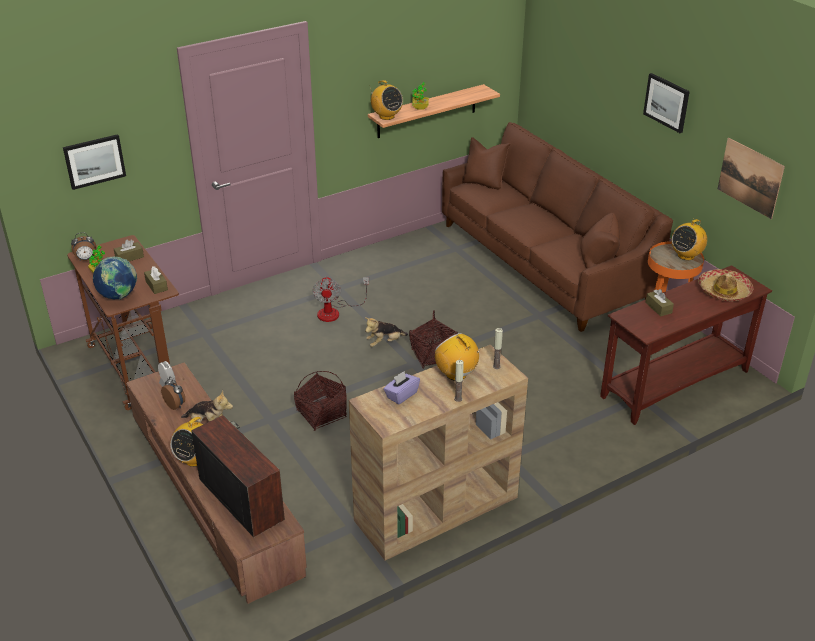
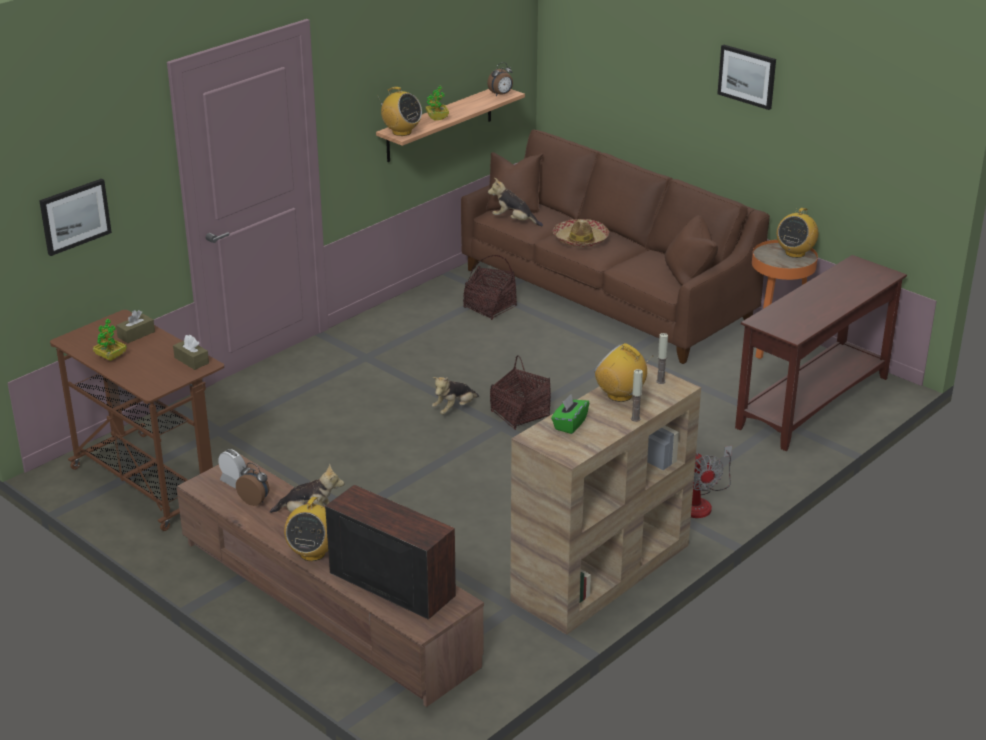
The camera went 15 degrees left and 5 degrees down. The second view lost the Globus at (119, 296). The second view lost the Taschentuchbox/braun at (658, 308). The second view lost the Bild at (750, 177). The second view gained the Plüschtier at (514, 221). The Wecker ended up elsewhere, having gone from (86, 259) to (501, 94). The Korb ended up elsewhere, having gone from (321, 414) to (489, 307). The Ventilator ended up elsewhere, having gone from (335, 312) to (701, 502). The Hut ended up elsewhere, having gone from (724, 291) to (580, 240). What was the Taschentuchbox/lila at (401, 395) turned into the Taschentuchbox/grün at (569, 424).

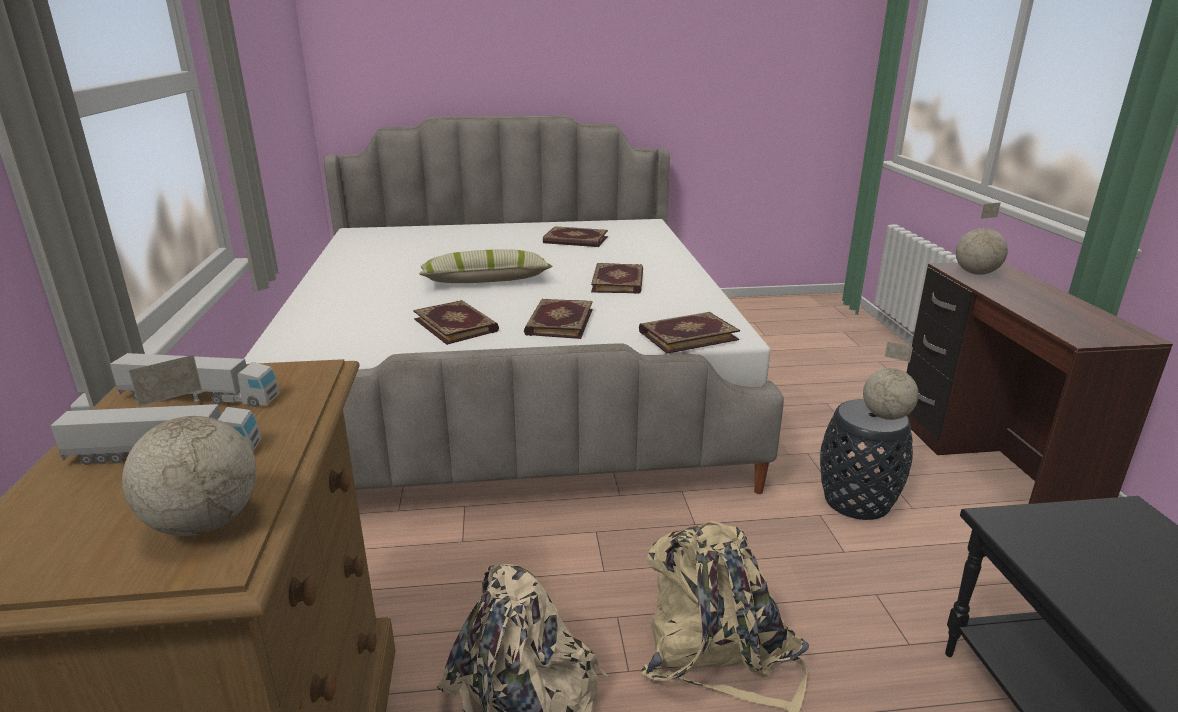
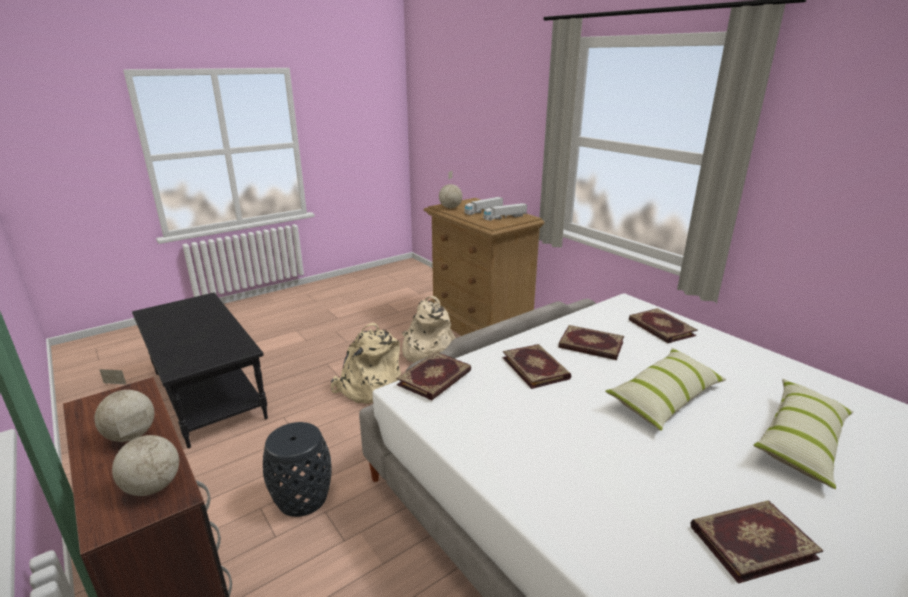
The camera went 150 degrees right and 0 degrees up. The second view gained the Kissen at (801, 441). The Buch ended up elsewhere, having gone from (619, 282) to (660, 328). The Globus ended up elsewhere, having gone from (885, 416) to (131, 436).

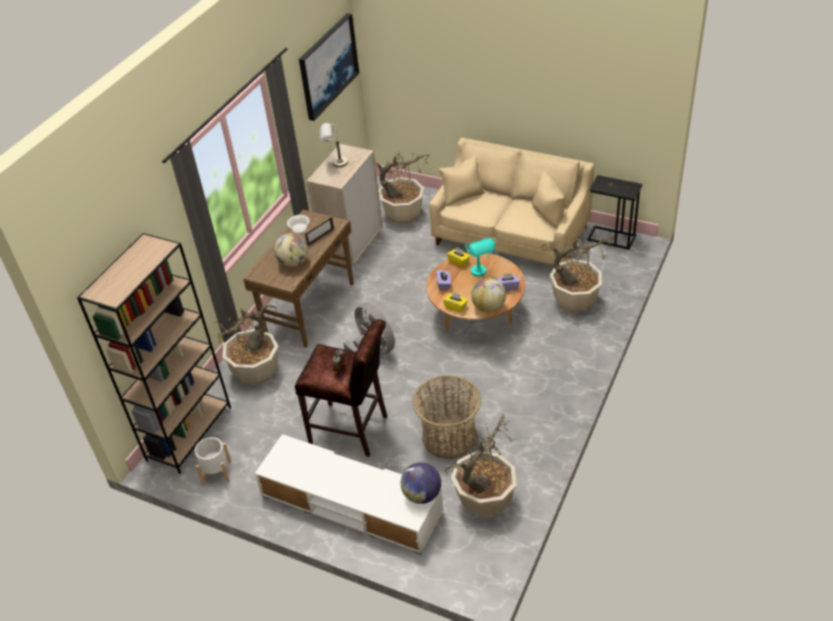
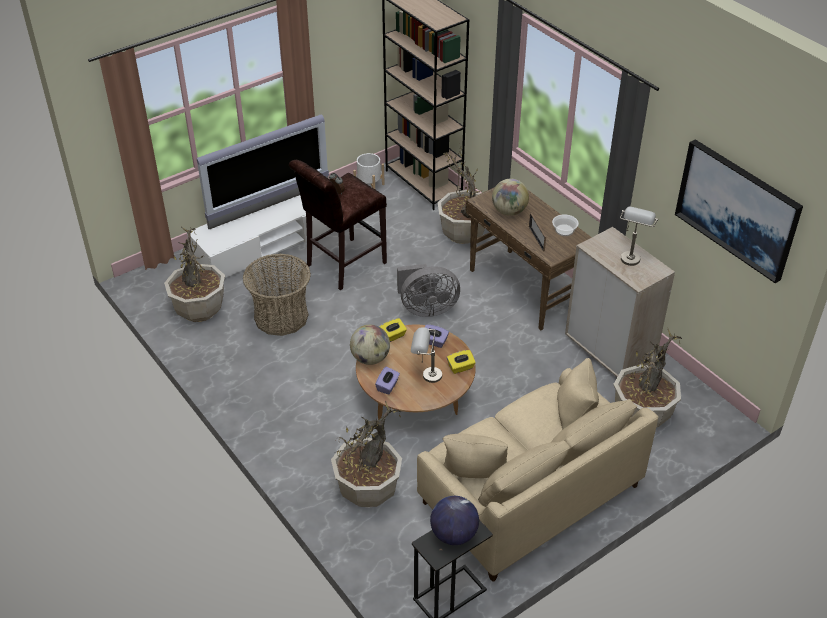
The camera went 115 degrees right and 0 degrees up. The second view gained the Fernseher at (270, 207). The Globus ended up elsewhere, having gone from (422, 495) to (454, 534). What was the Tischlampe/türkis at (481, 274) turned into the Tischlampe/grau at (425, 375).

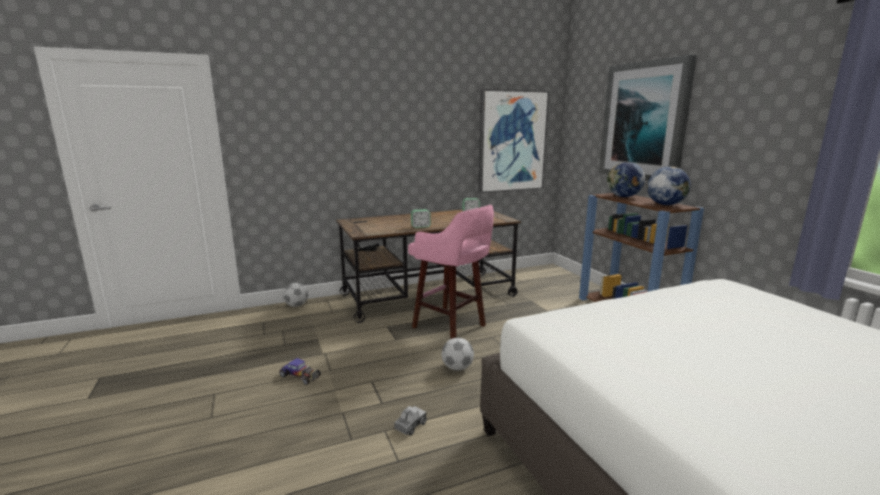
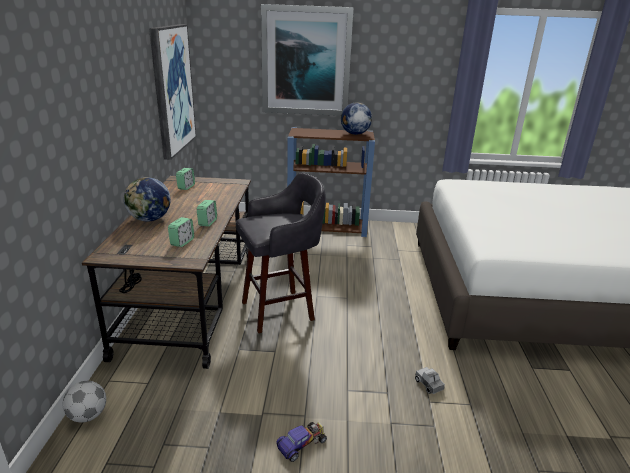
The camera went 65 degrees left and 10 degrees up. The second view lost the Fußball at (457, 368). The second view gained the Wecker at (182, 242). The Globus ended up elsewhere, having gone from (623, 197) to (150, 219). What was the Hocker/rosa at (451, 328) turned into the Hocker/grau at (281, 310).

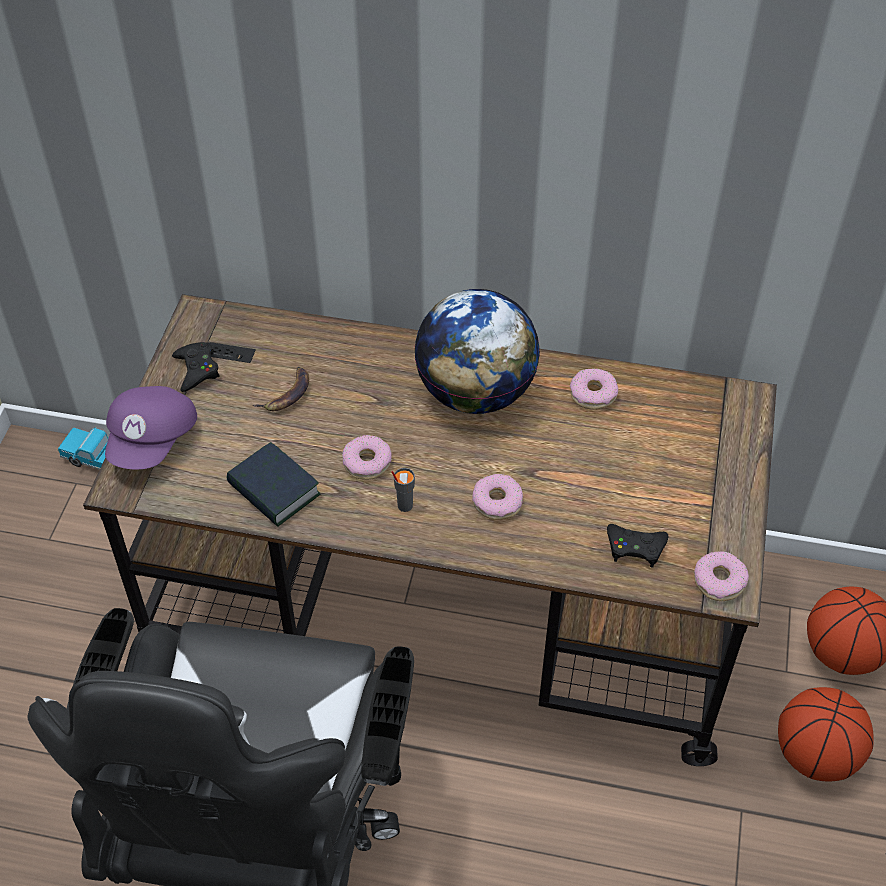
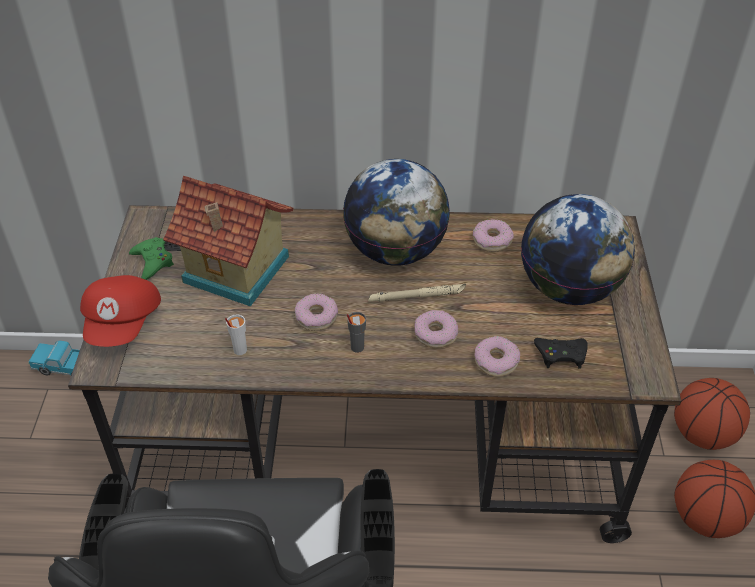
The camera went 10 degrees left and 5 degrees down. The second view gained the Taschenlampe/beige at (417, 296). The second view gained the Globus at (569, 289). The Donut ended up elsewhere, having gone from (719, 581) to (496, 361). Where the Buch stood at (274, 490), the Tasse/weiß came to stand at (239, 350). Where the Banane stood at (287, 394), the Spielzeughaus came to stand at (235, 271). What was the Kappe/lila at (154, 441) turned into the Kappe/rot at (124, 323). What was the Gamepad/schwarz at (197, 370) turned into the Gamepad/grün at (152, 262).

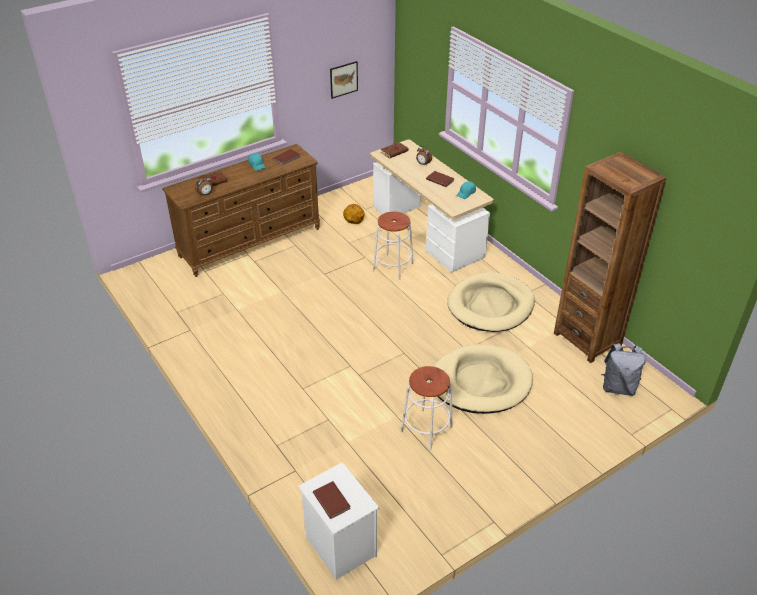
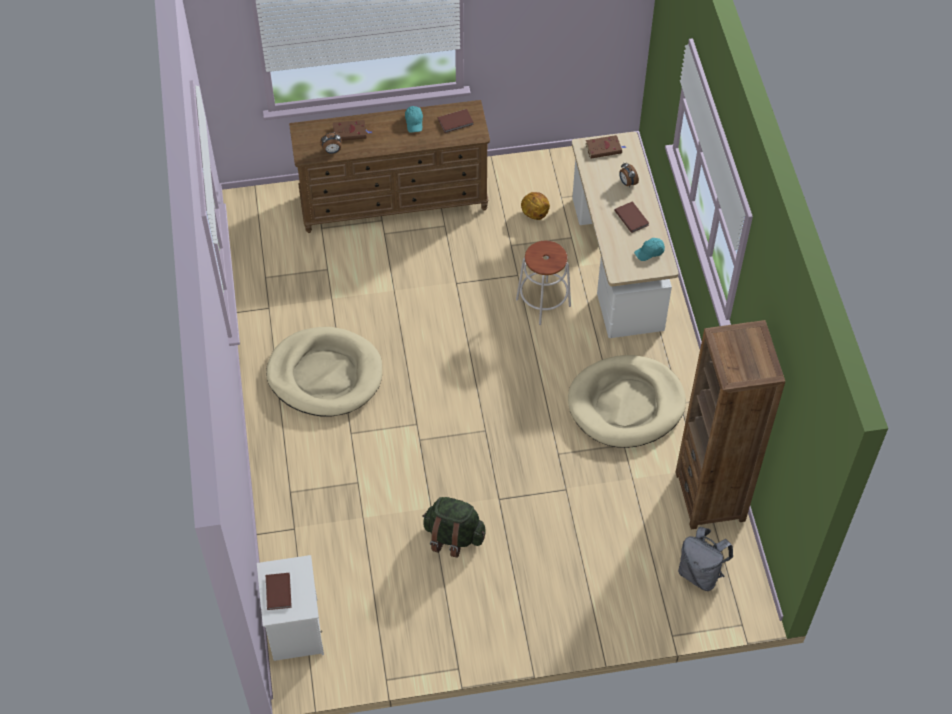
The camera went 25 degrees right and 15 degrees up. The second view lost the Bild at (343, 79). The Hundebett/beige ended up elsewhere, having gone from (480, 382) to (325, 375). Where the Hocker/weiß stood at (426, 429), the Rucksack/grün came to stand at (453, 536).

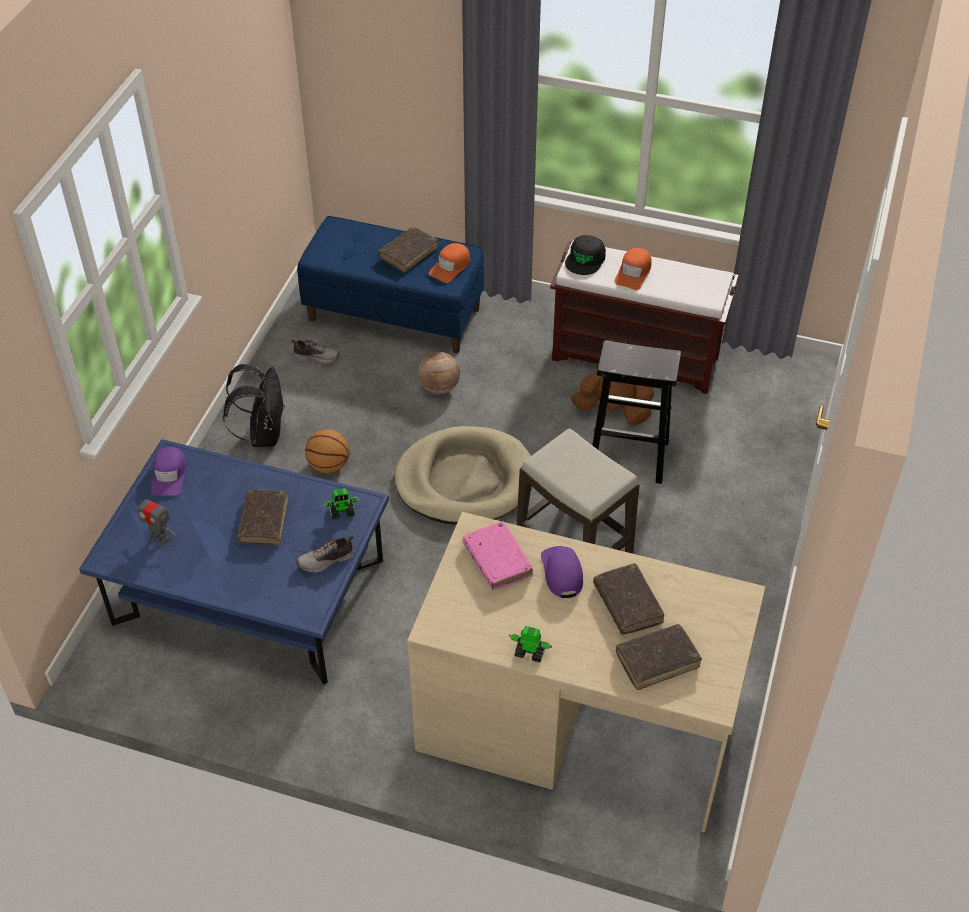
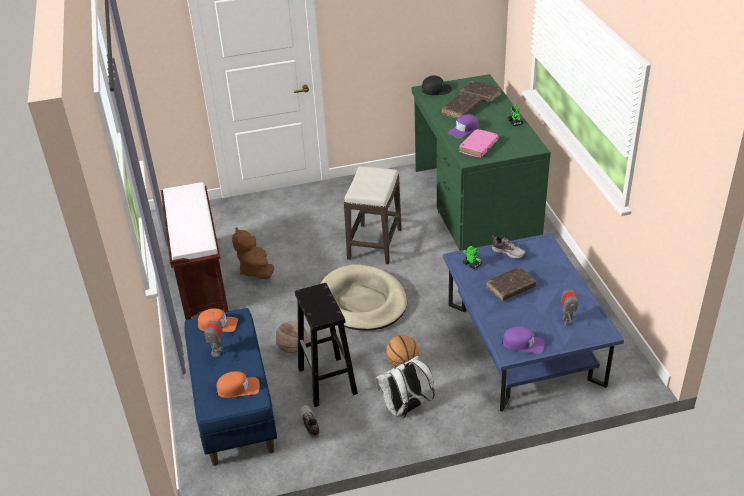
The camera went 120 degrees left and 10 degrees down. The Kappe/schwarz ended up elsewhere, having gone from (585, 259) to (436, 89). The Hocker/schwarz ended up elsewhere, having gone from (627, 456) to (328, 382). The Kappe/orange ended up elsewhere, having gone from (633, 273) to (238, 388). Where the Buch/braun stood at (408, 254), the Spielzeugroboter came to stand at (217, 351). What was the Rucksack/schwarz at (263, 434) turned into the Rucksack/weiß at (405, 409). What was the Schreibtisch/beige at (577, 723) turned into the Schreibtisch/grün at (474, 204). The Kappe/lila at (169, 475) ended up facing another way, 45 degrees clockwise from before.

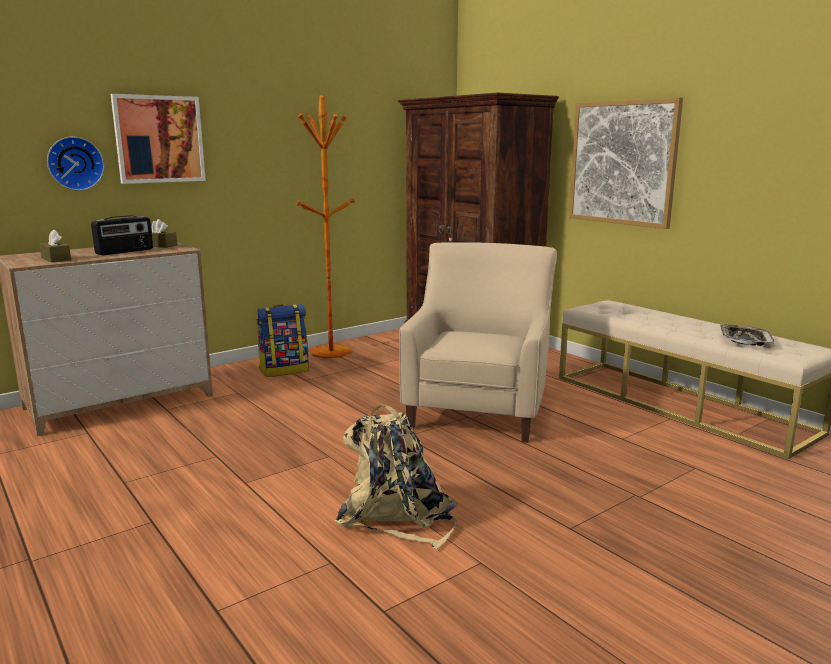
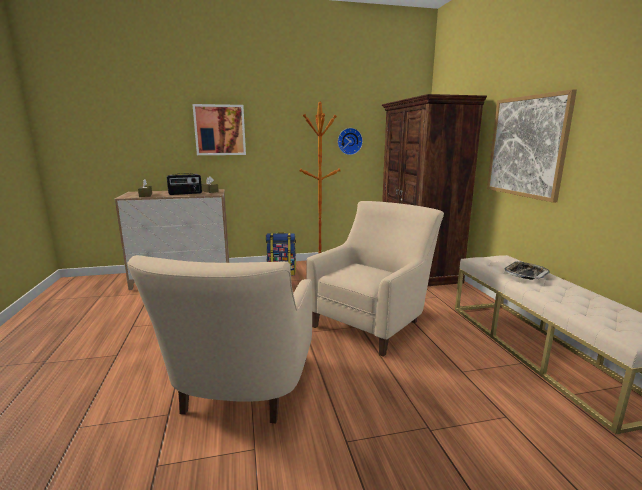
The camera went 25 degrees right and 0 degrees up. The Wanduhr ended up elsewhere, having gone from (75, 163) to (349, 141). The Tablett ended up elsewhere, having gone from (744, 340) to (525, 274). Where the Rucksack/beige stood at (397, 516), the Sessel/beige came to stand at (240, 391).

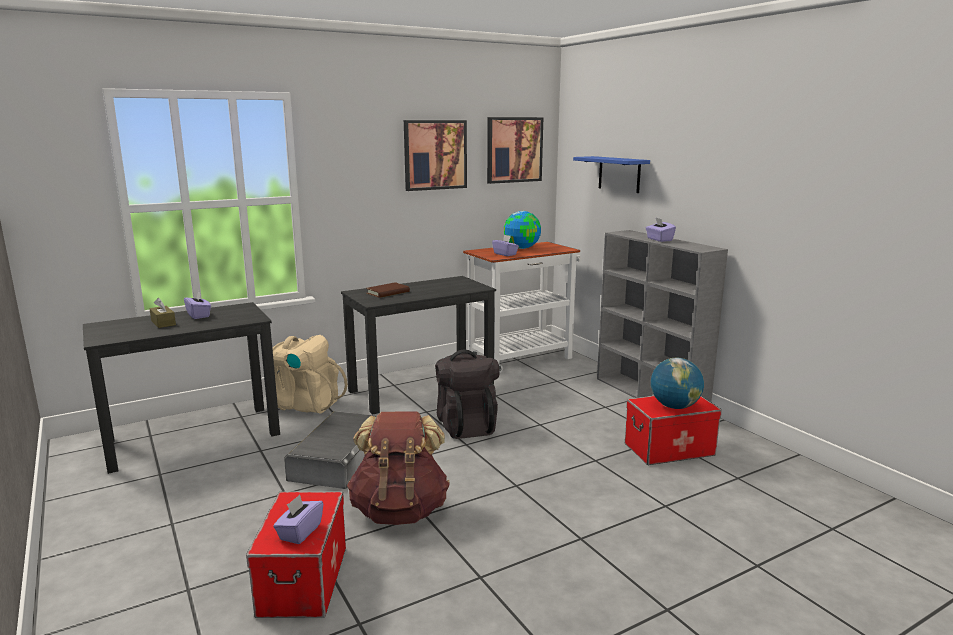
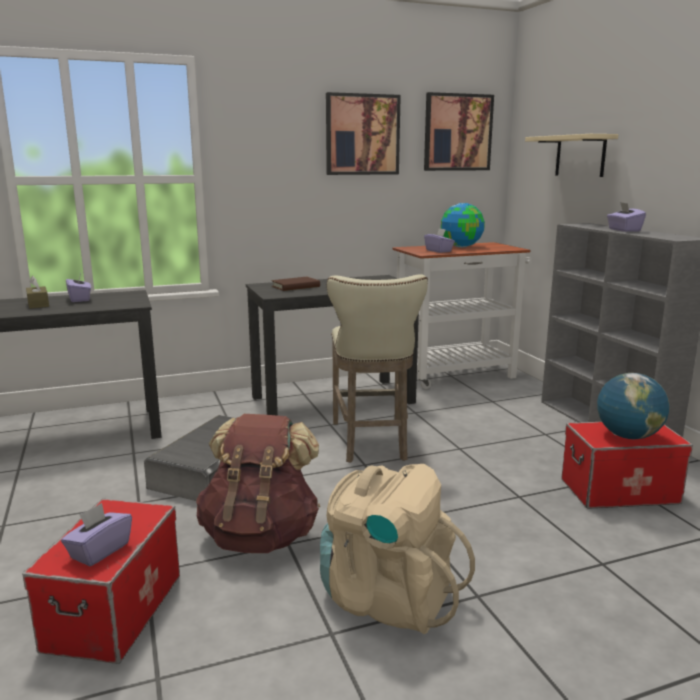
The camera went 10 degrees right and 0 degrees up. The Rucksack/beige ended up elsewhere, having gone from (305, 404) to (388, 598). Where the Rucksack/schwarz stood at (466, 425), the Hocker/beige came to stand at (371, 443). What was the Wandregal/blau at (619, 174) turned into the Wandregal/beige at (580, 156).

